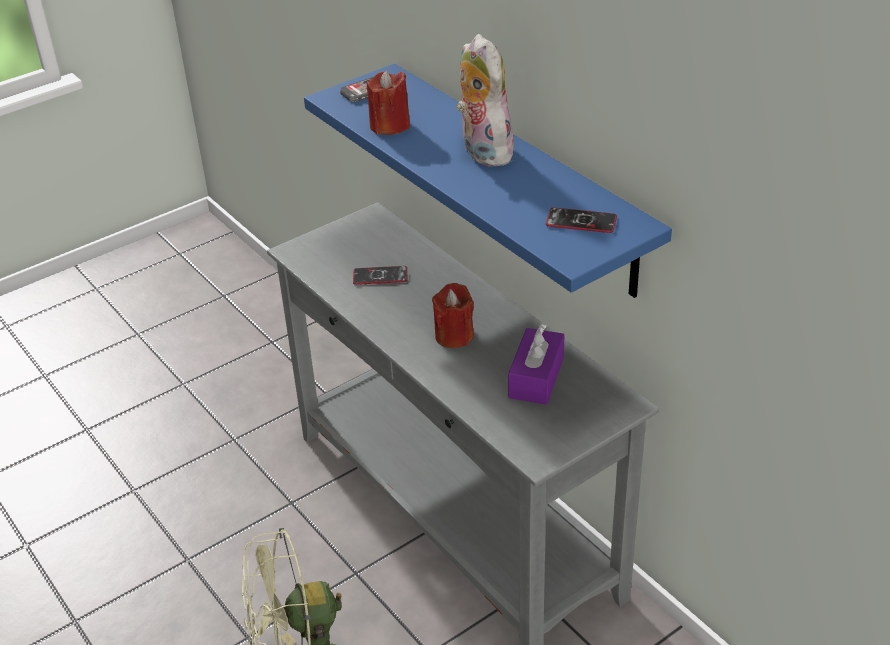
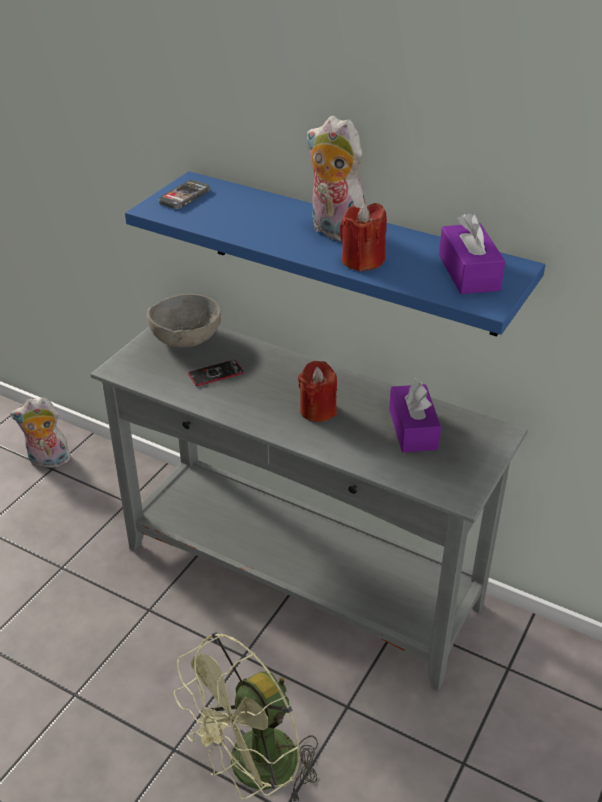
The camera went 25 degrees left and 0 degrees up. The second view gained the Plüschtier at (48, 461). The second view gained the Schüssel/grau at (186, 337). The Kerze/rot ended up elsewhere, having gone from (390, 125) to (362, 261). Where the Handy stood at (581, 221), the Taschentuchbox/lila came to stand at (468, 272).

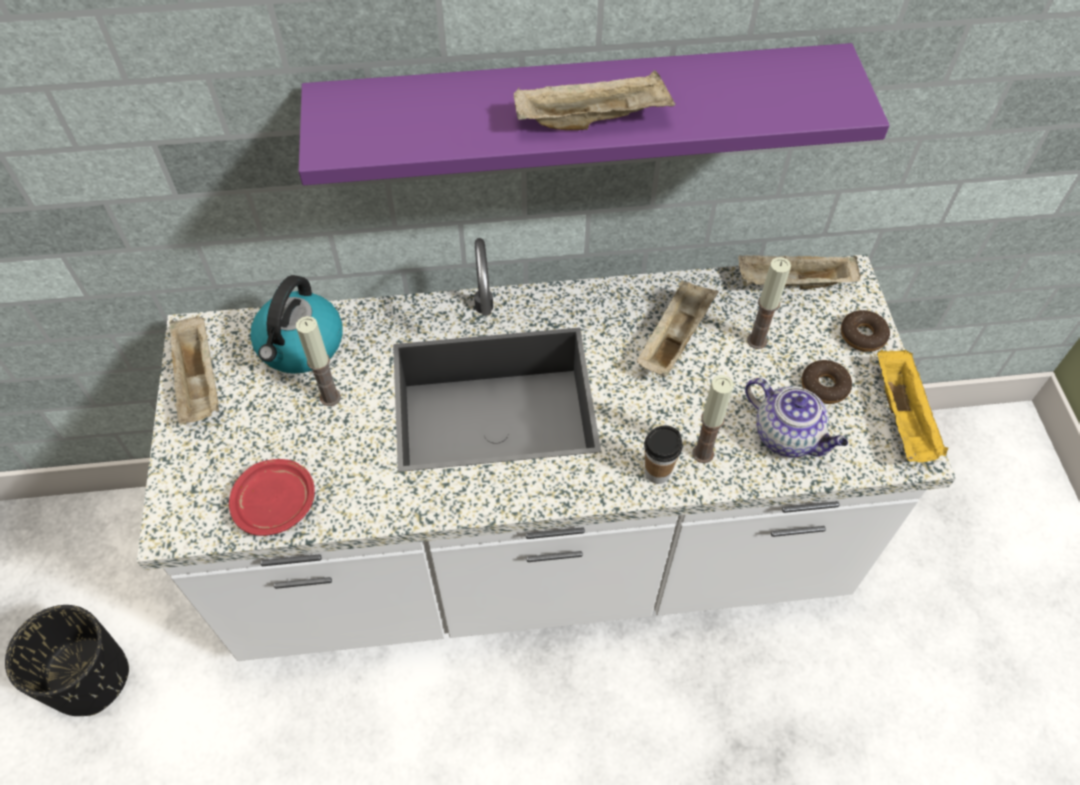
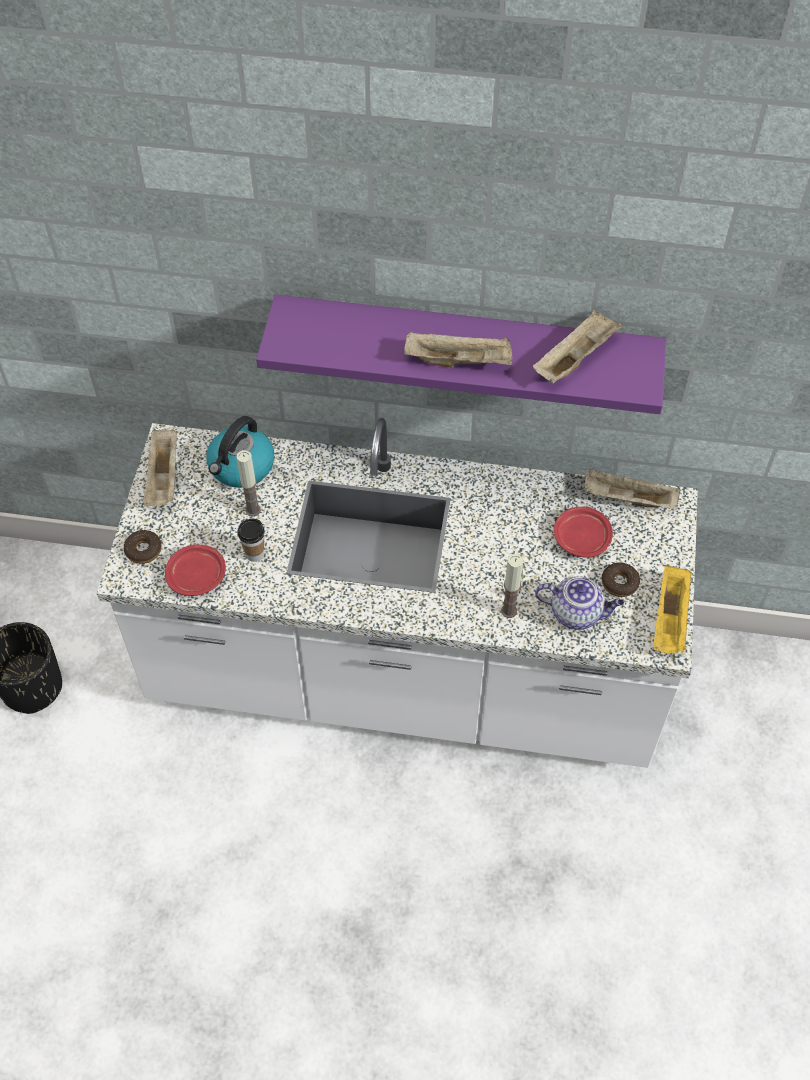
The camera went 15 degrees right and 0 degrees up. The Tablett/beige ended up elsewhere, having gone from (674, 338) to (575, 358). The Tasse ended up elsewhere, having gone from (657, 472) to (254, 554). The Donut ended up elsewhere, having gone from (862, 335) to (143, 550). Where the Kerze stood at (757, 341), the Teller/rot came to stand at (581, 537). The Teekanne at (788, 436) ended up facing another way, 45 degrees counterclockwise from before.

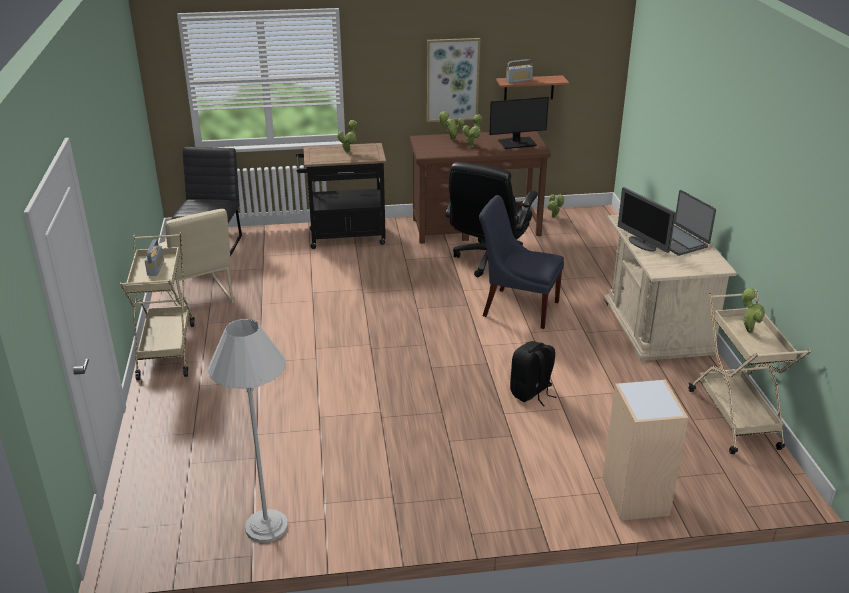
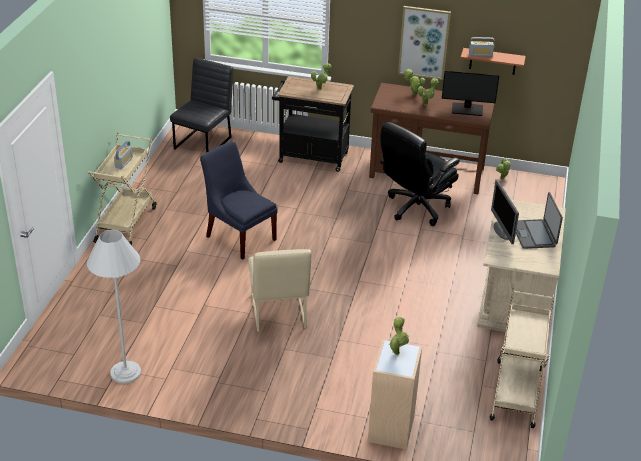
The camera went 20 degrees right and 5 degrees up. The second view lost the Rucksack/schwarz at (531, 393). The Stuhl/beige ended up elsewhere, having gone from (199, 296) to (278, 312). The Stuhl/blau ended up elsewhere, having gone from (517, 307) to (239, 236). The Topfpflanze ended up elsewhere, having gone from (748, 330) to (396, 352).

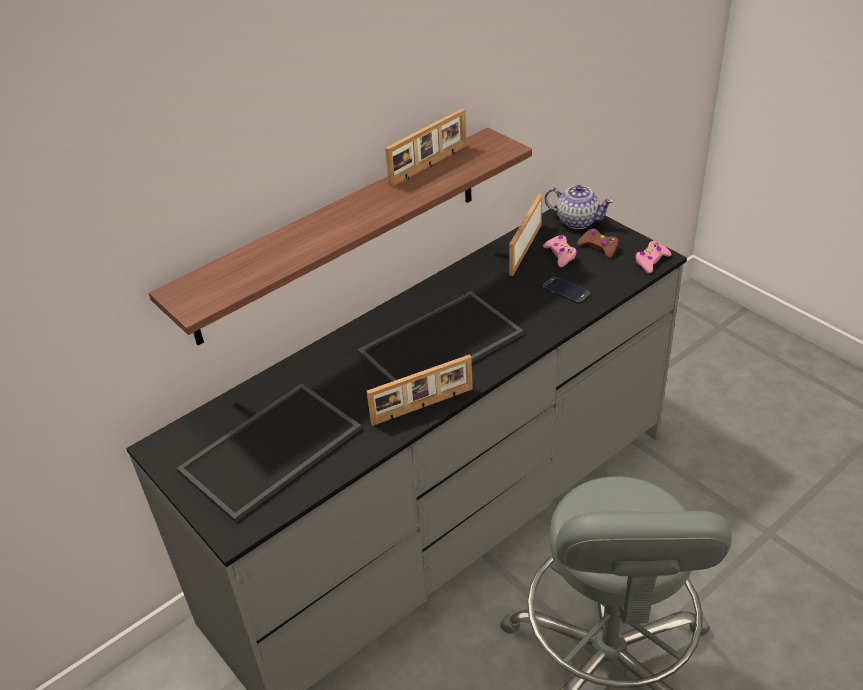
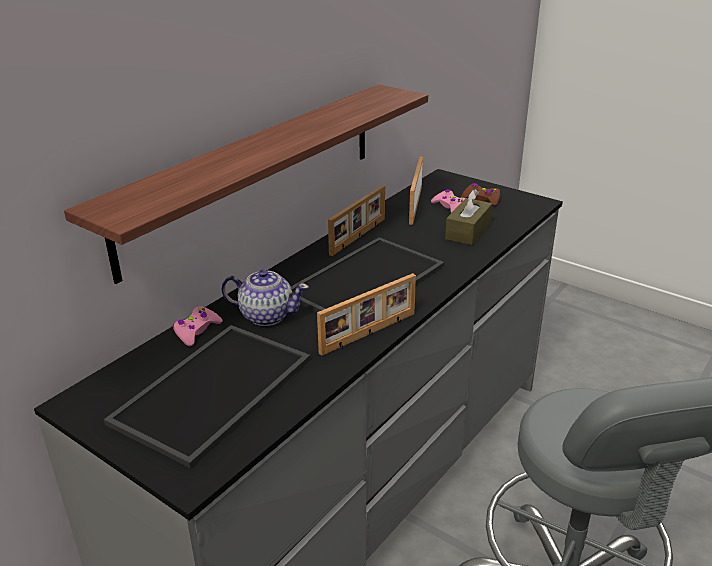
The camera went 15 degrees left and 10 degrees down. The Bilderrahmen ended up elsewhere, having gone from (429, 166) to (359, 236). The Teekanne ended up elsewhere, having gone from (577, 221) to (266, 315). The Gamepad/rosa ended up elsewhere, having gone from (651, 261) to (196, 331). Where the Handy stood at (566, 290), the Taschentuchbox/braun came to stand at (468, 231).

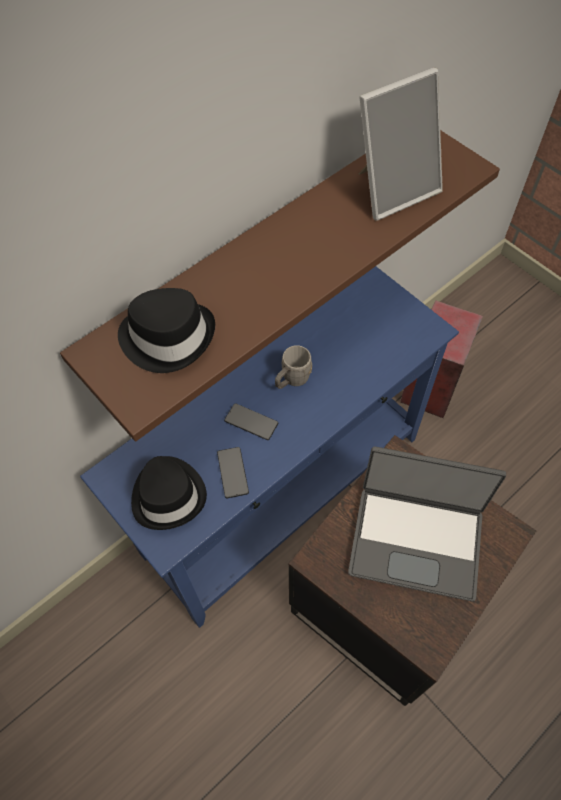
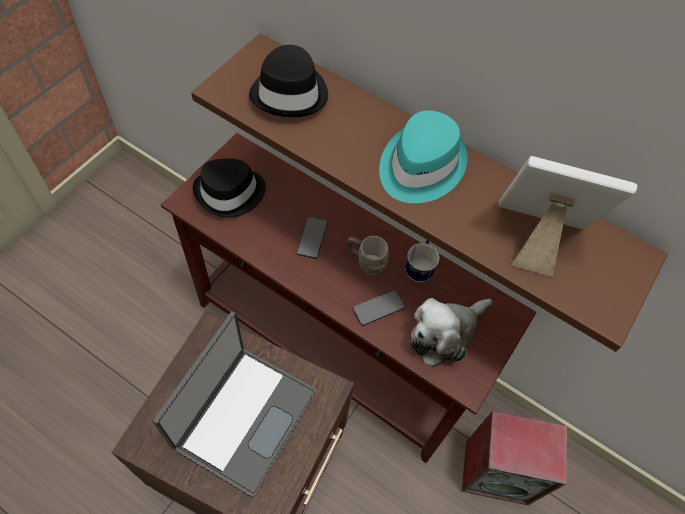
The camera went 70 degrees right and 0 degrees up. The second view gained the Hut/türkis at (419, 166). The second view gained the Henkelbecher at (419, 268). The second view gained the Plüschtier at (444, 334). The Handy ended up elsewhere, having gone from (232, 472) to (378, 308). What was the Konsolentisch/blau at (283, 492) turned into the Konsolentisch/braun at (334, 346). The Laptop at (416, 540) ended up facing another way, 150 degrees counterclockwise from before. The Bilderrahmen at (393, 189) ended up facing another way, 150 degrees clockwise from before.

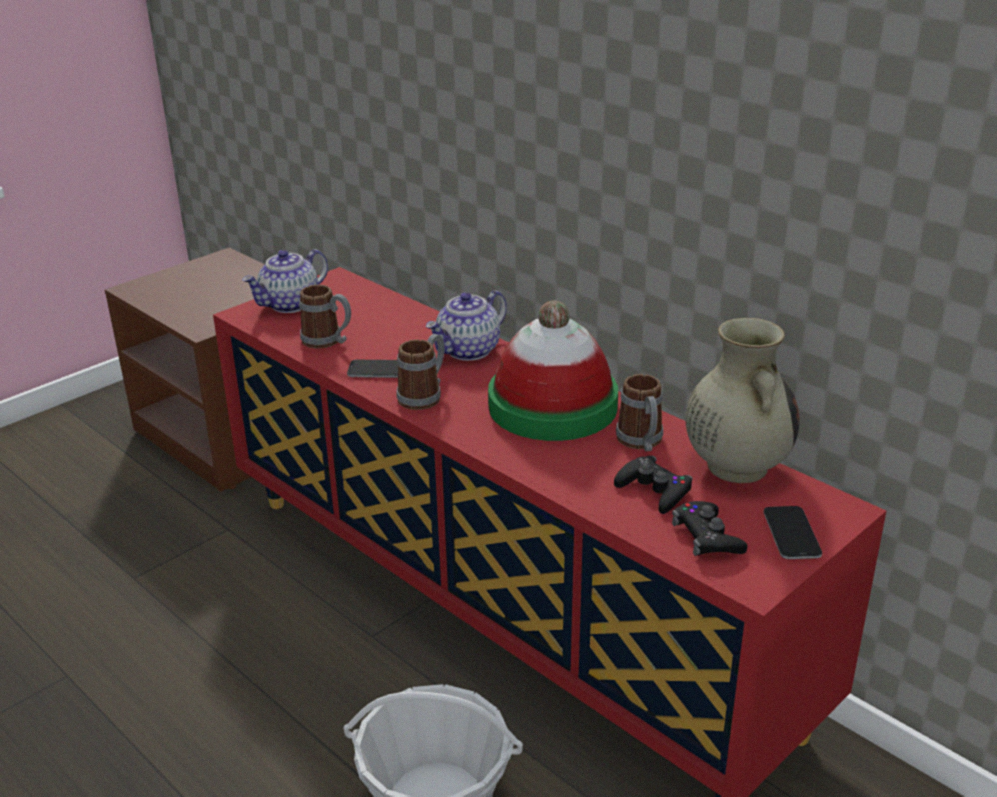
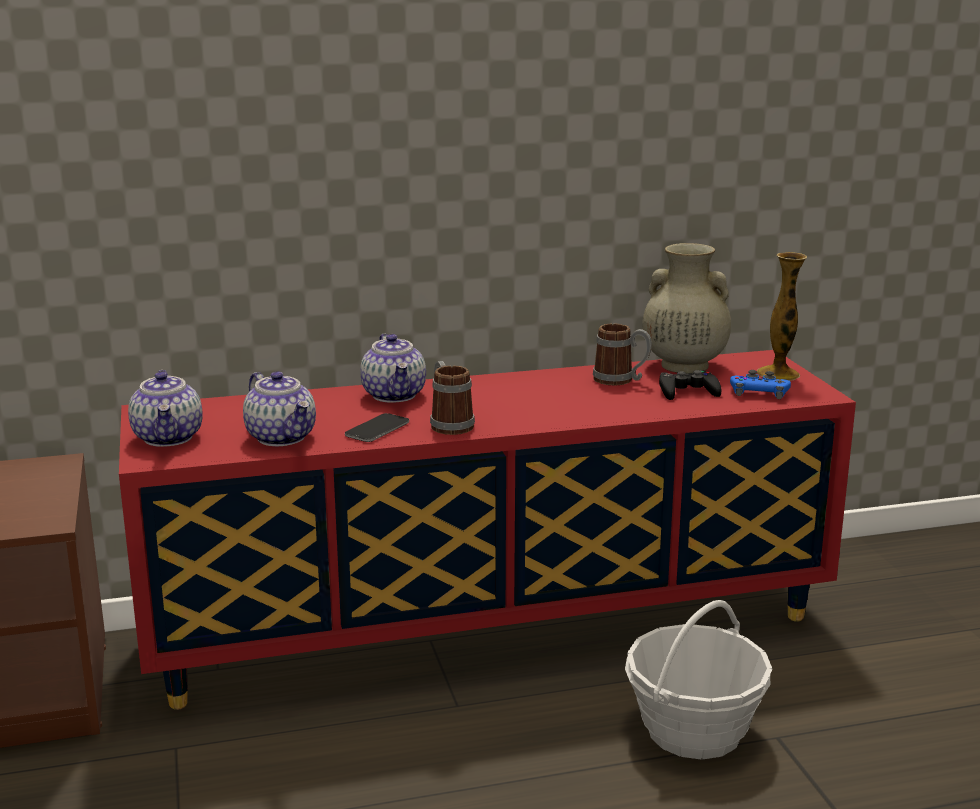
The camera went 60 degrees left and 10 degrees down. The second view lost the Hut at (552, 406). Where the Henkelbecher stood at (328, 341), the Teekanne came to stand at (282, 437). Where the Handy stood at (791, 534), the Vase came to stand at (778, 374). What was the Gamepad/schwarz at (707, 537) turned into the Gamepad/blau at (759, 393).

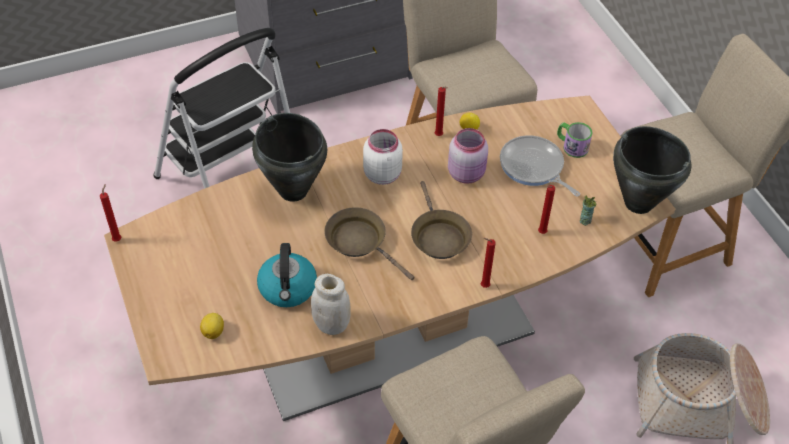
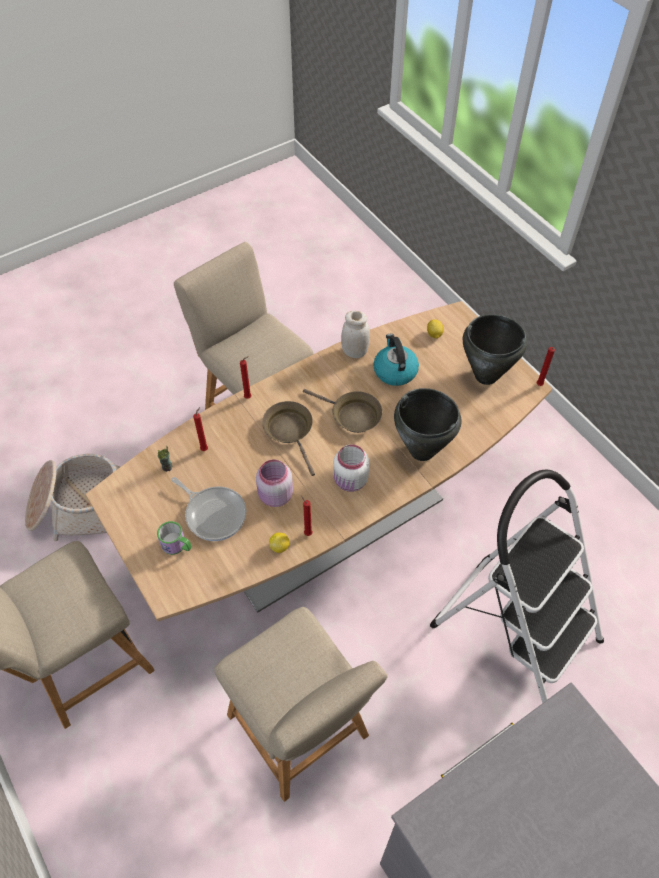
The camera went 170 degrees right and 5 degrees up. The Kochtopf/schwarz ended up elsewhere, having gone from (638, 202) to (486, 376).

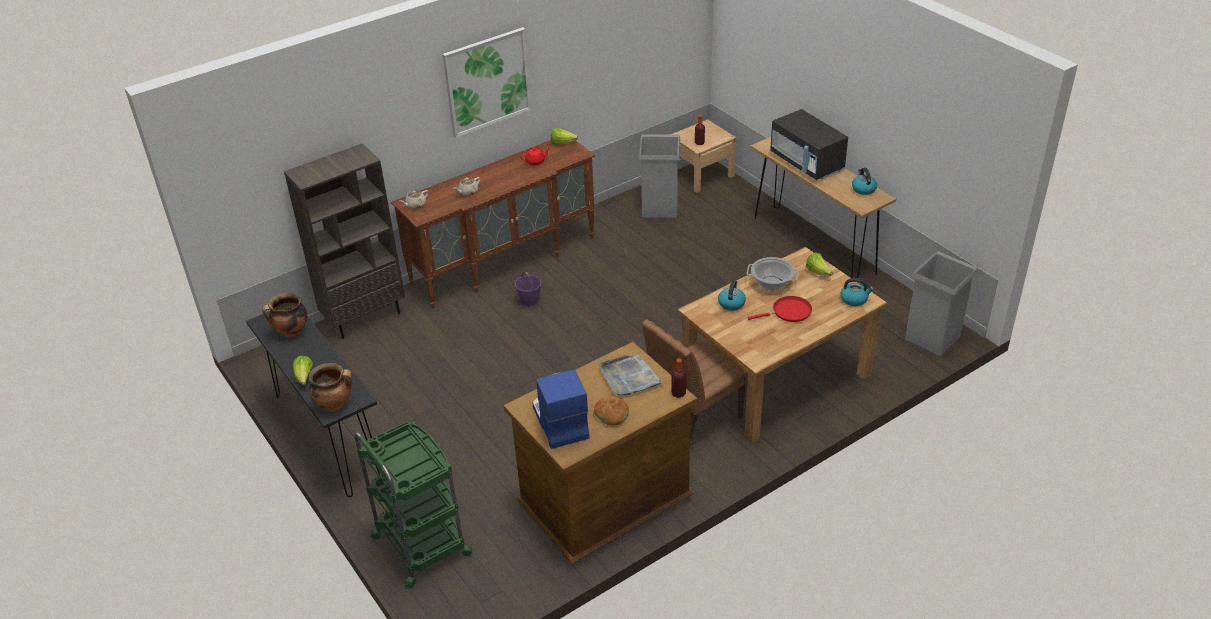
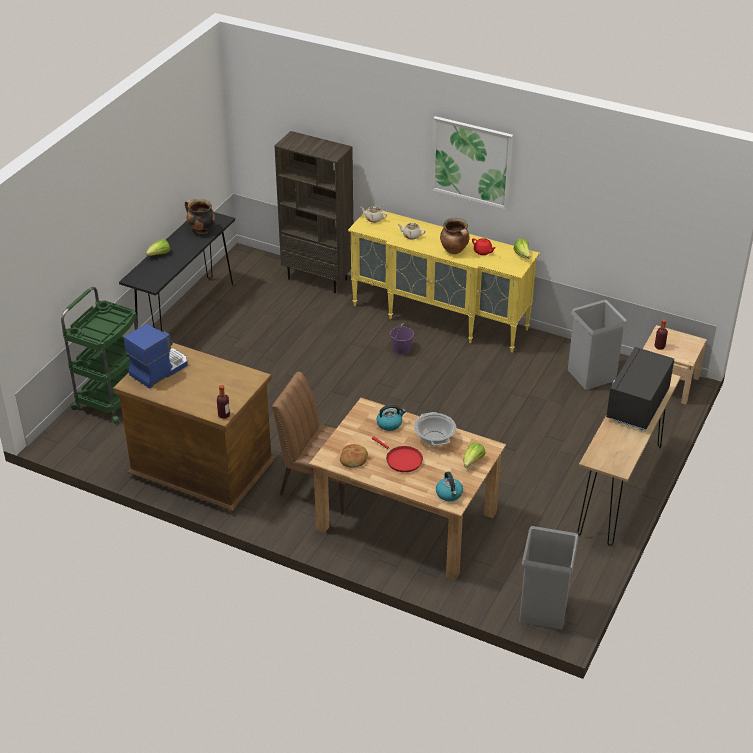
The camera went 60 degrees right and 0 degrees up. The second view lost the Tablett/grau at (629, 377). The second view lost the Wasserkessel at (863, 189). The Kochtopf ended up elsewhere, having gone from (335, 404) to (454, 251). The Brot ended up elsewhere, having gone from (612, 414) to (354, 459). What was the Schrank/braun at (505, 261) turned into the Schrank/gelb at (439, 318).

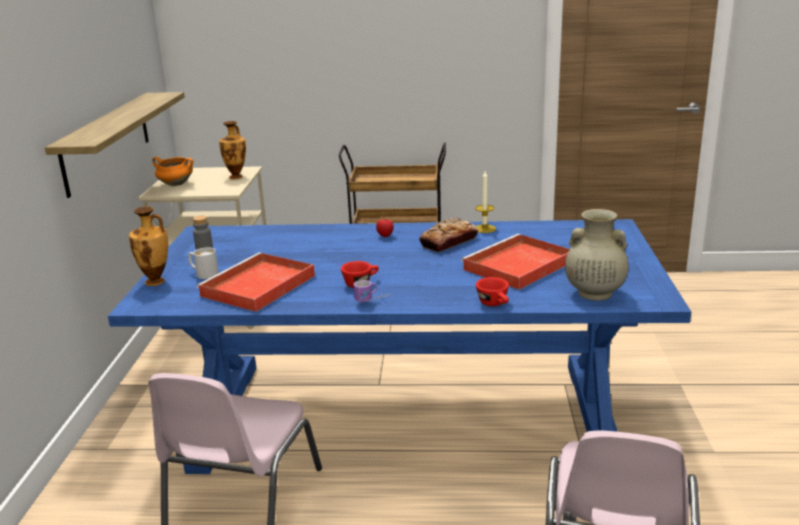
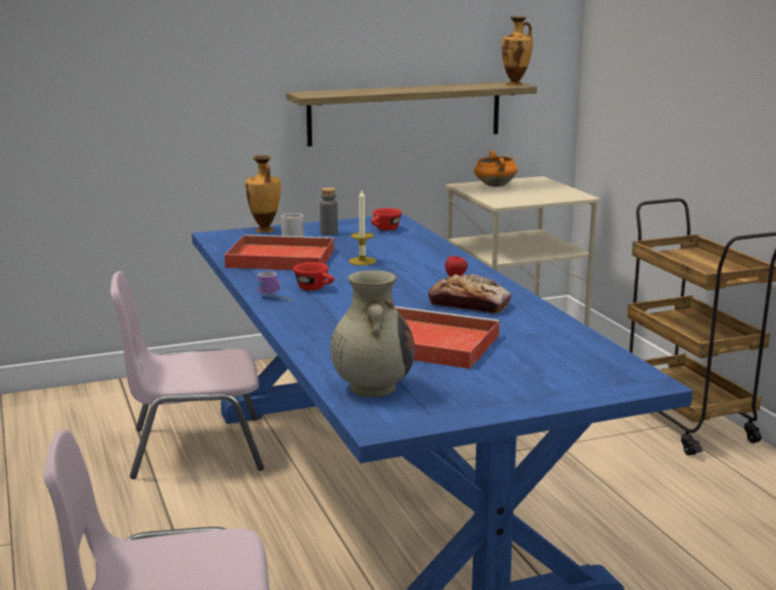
The camera went 65 degrees right and 5 degrees down. The Vase ended up elsewhere, having gone from (236, 177) to (515, 84). The Kerze ended up elsewhere, having gone from (484, 229) to (362, 261). The Tasse/rot ended up elsewhere, having gone from (495, 304) to (385, 230).

